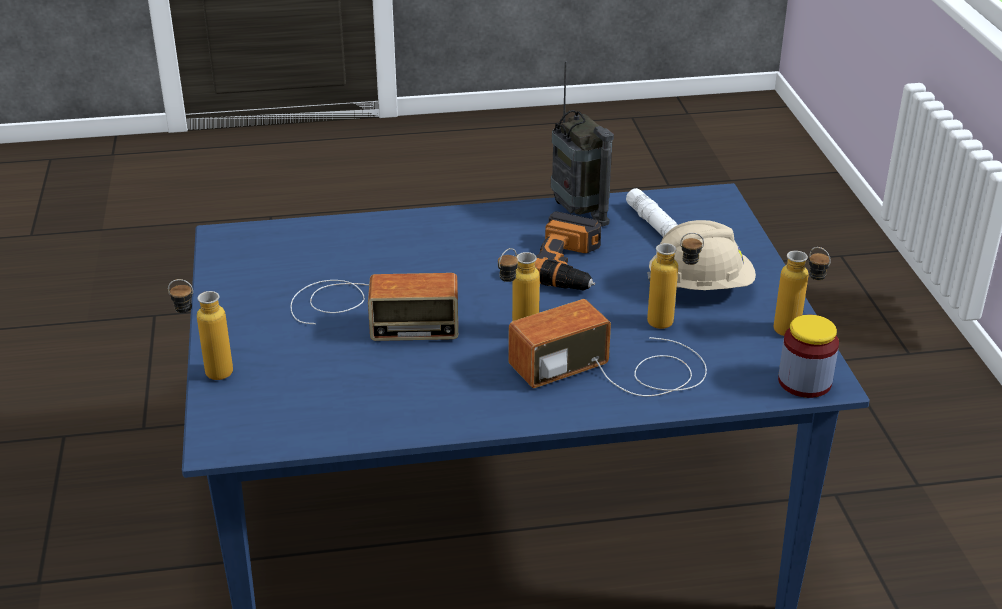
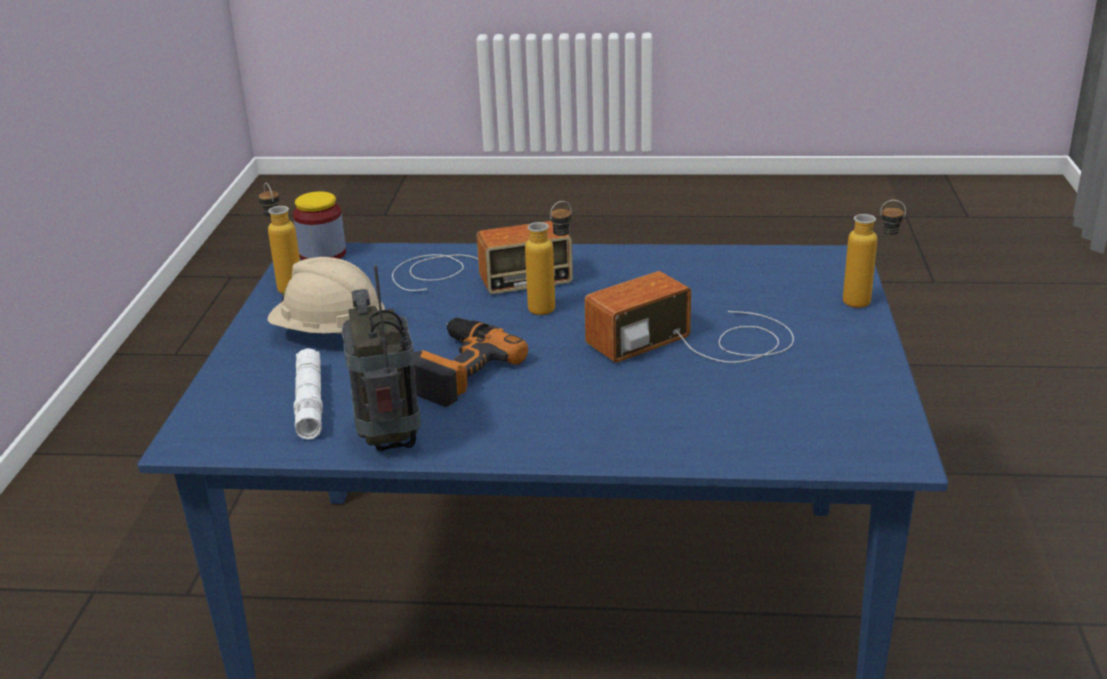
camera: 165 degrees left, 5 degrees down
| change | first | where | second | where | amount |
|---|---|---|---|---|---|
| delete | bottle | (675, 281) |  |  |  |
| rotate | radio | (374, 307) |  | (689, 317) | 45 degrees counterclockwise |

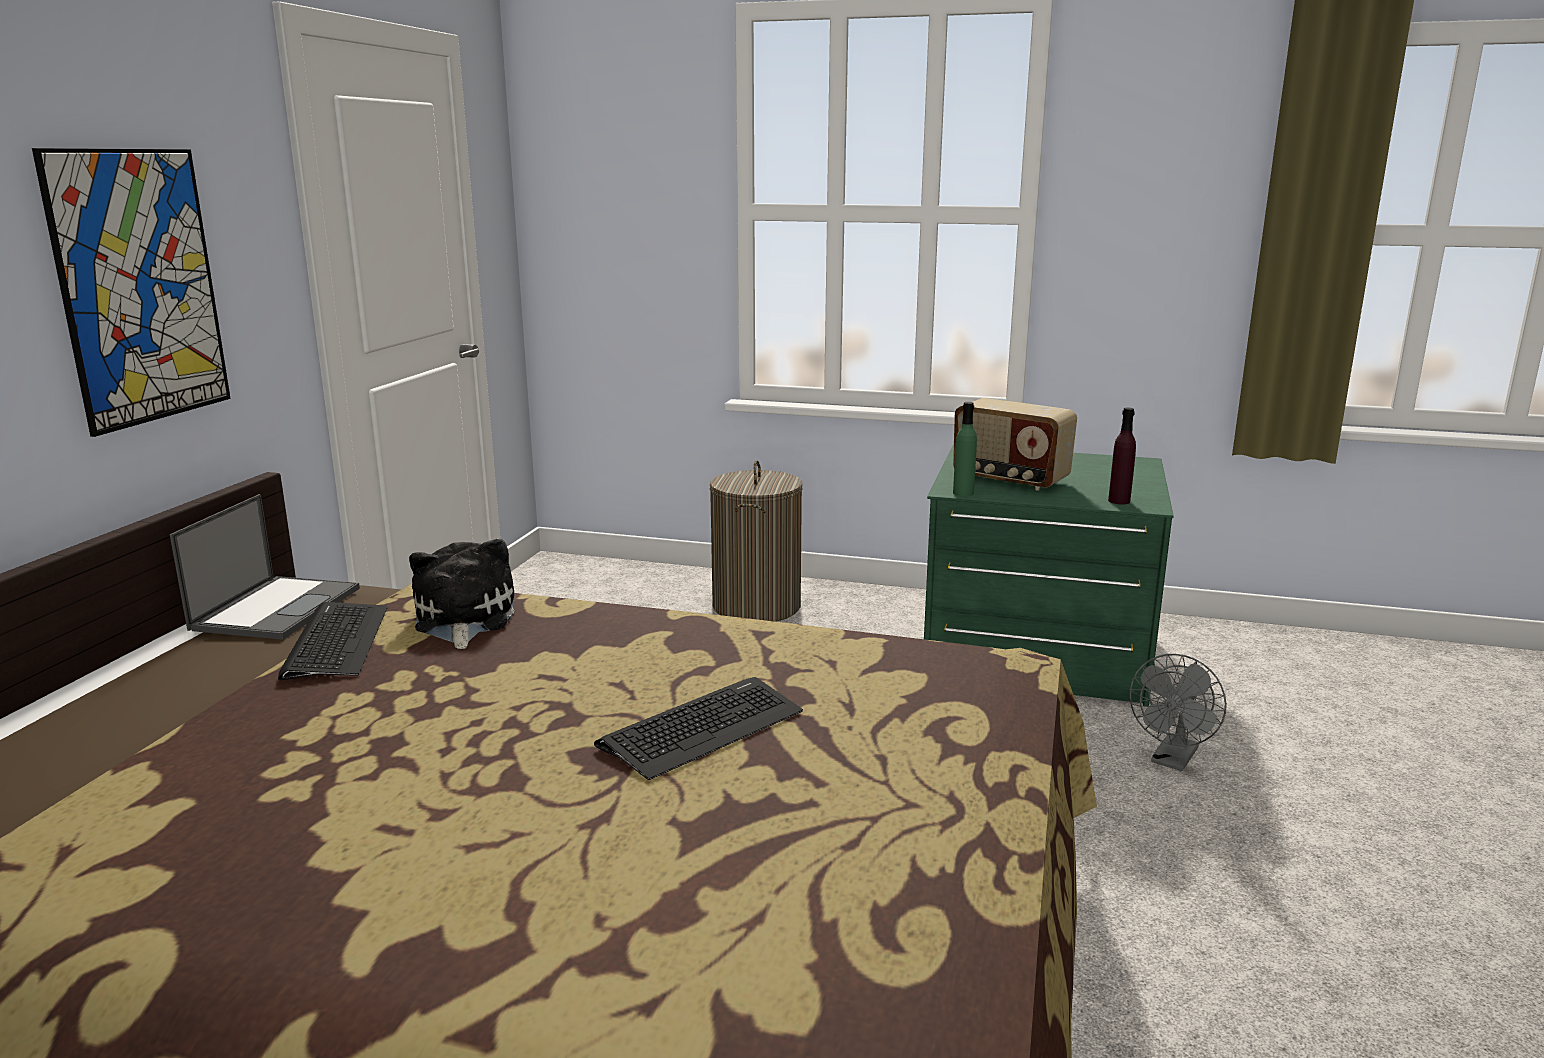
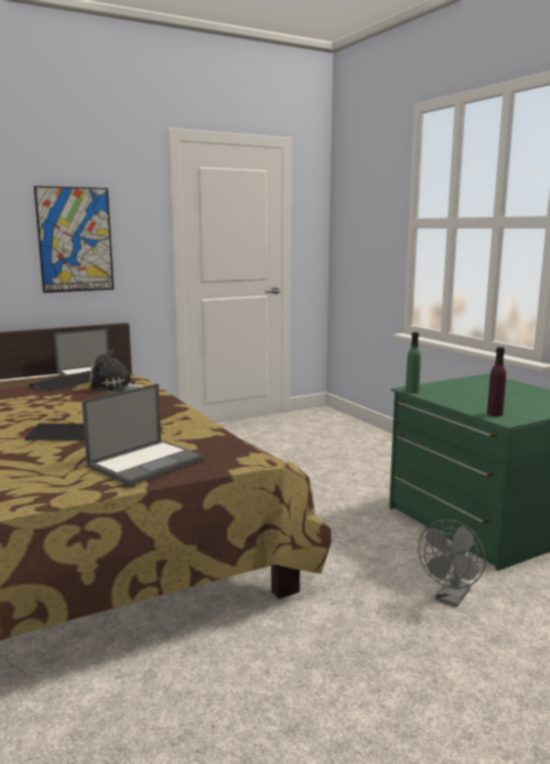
camera: 45 degrees right, 5 degrees down
| change | first | where | second | where | amount |
|---|---|---|---|---|---|
| delete | radio | (1015, 444) |  |  |  |
| delete | laundry basket | (756, 541) |  |  |  |
| rotate | plush toy | (462, 594) |  | (117, 371) | 120 degrees counterclockwise |
| rotate | grey fan | (1178, 712) |  | (452, 563) | 45 degrees counterclockwise |
| insert |  |  | laptop | (143, 435) |  |

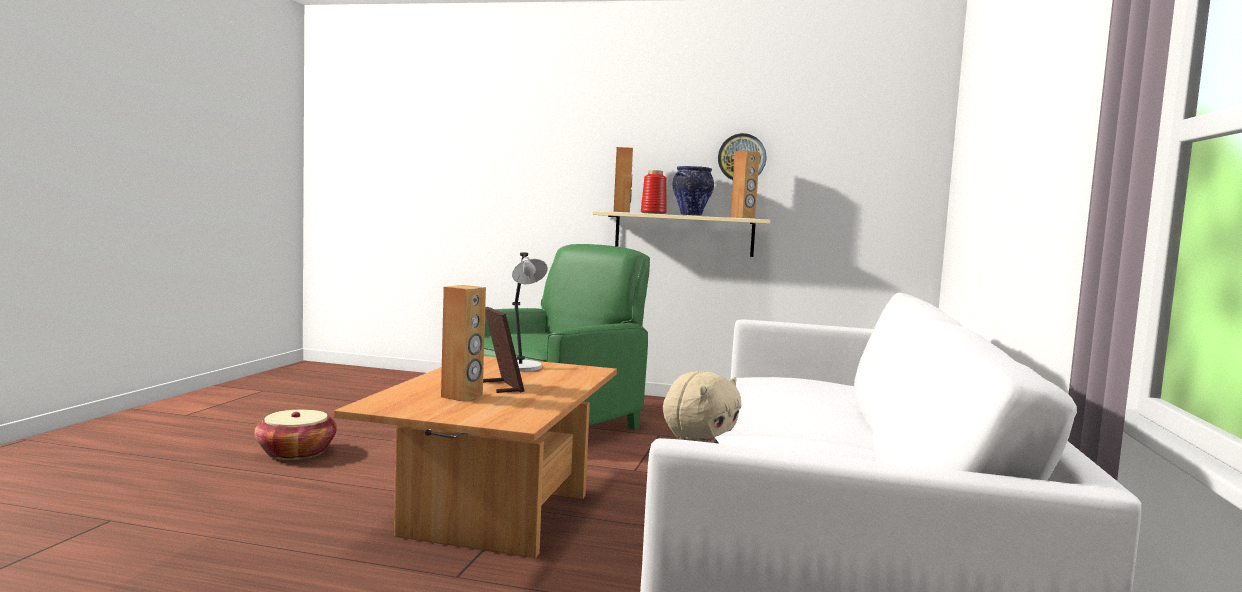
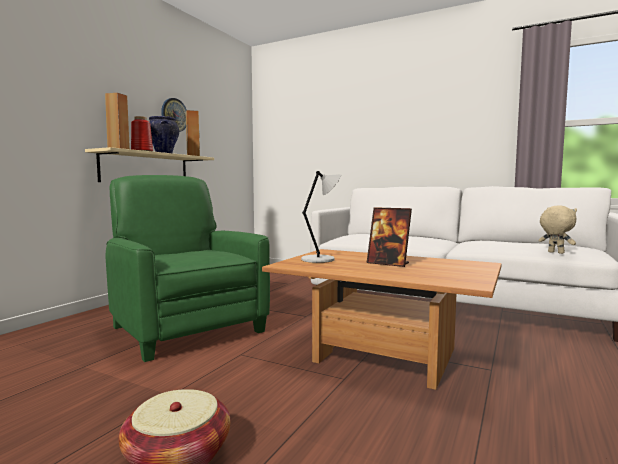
camera: 75 degrees left, 0 degrees up
| change | first | where | second | where | amount |
|---|---|---|---|---|---|
| delete | brown speaker | (463, 343) |  |  |  |
| rotate | picture frame | (503, 350) |  | (389, 237) | 135 degrees counterclockwise |

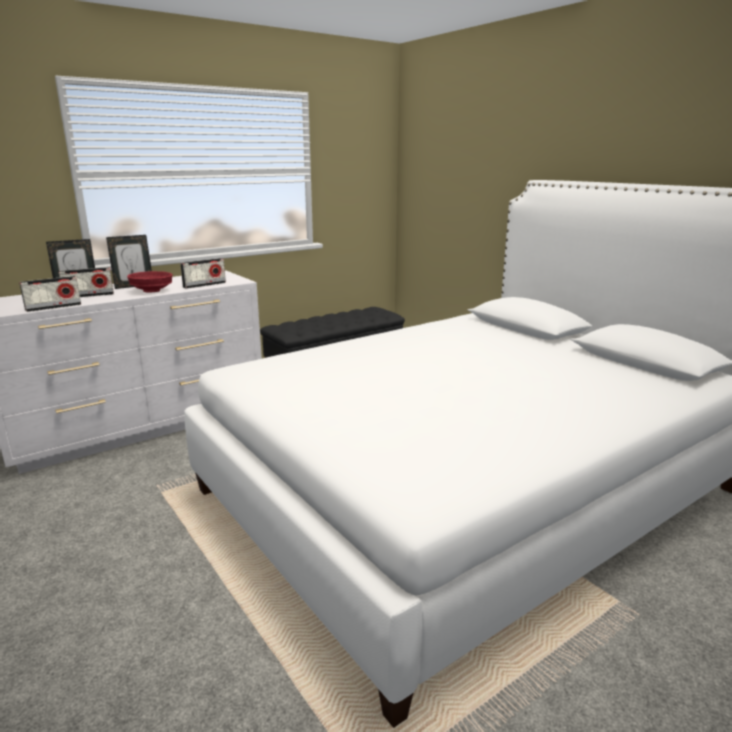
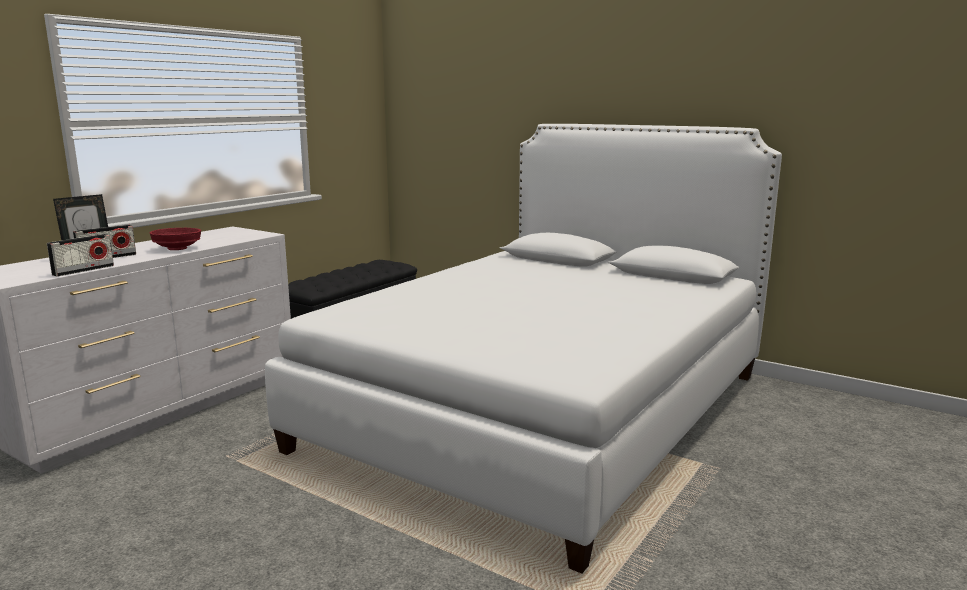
camera: 20 degrees left, 5 degrees down
| change | first | where | second | where | amount |
|---|---|---|---|---|---|
| delete | picture frame | (129, 262) |  |  |  |
| delete | radio | (203, 273) |  |  |  |

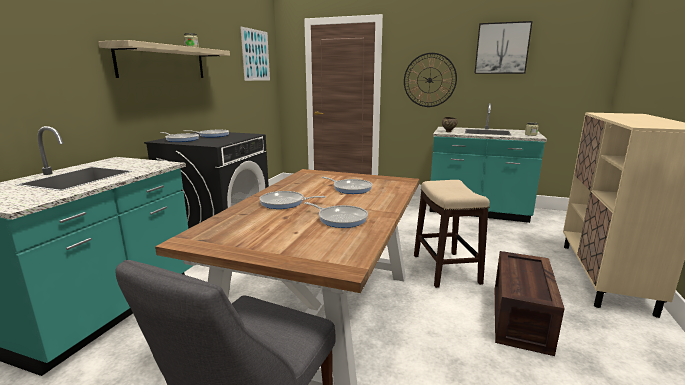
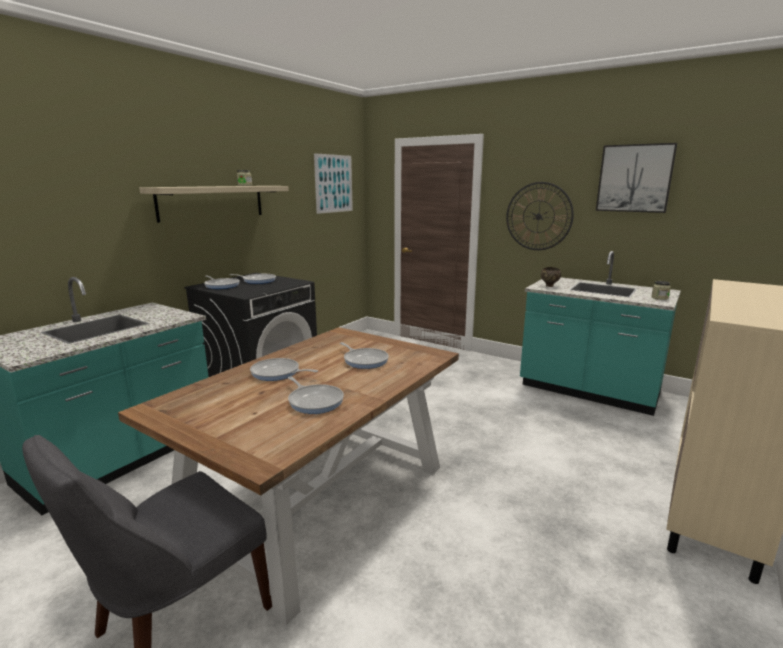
camera: 15 degrees right, 0 degrees up
| change | first | where | second | where | amount |
|---|---|---|---|---|---|
| delete | stool | (452, 234) |  |  |  |
| delete | crate | (530, 303) |  |  |  |

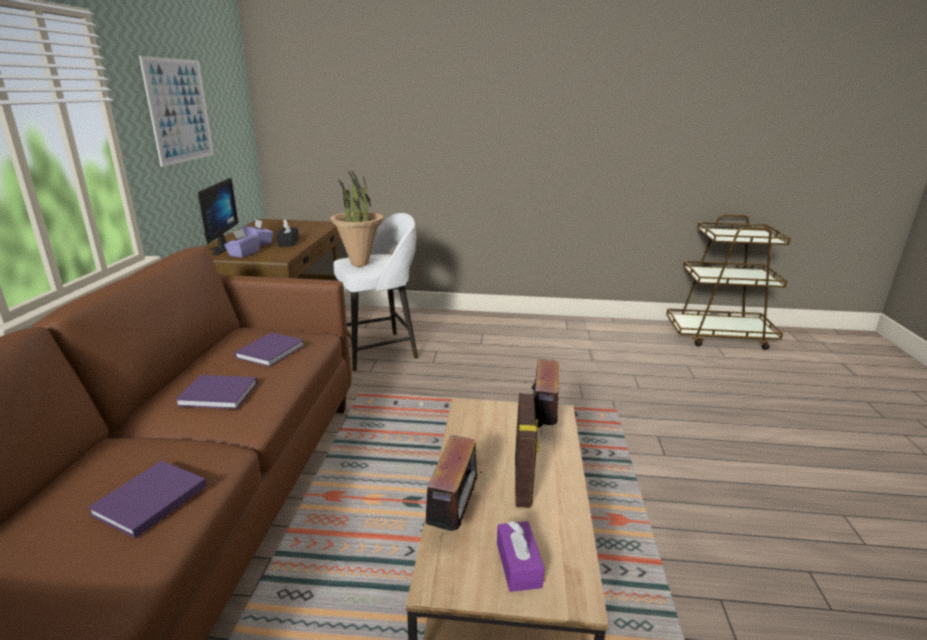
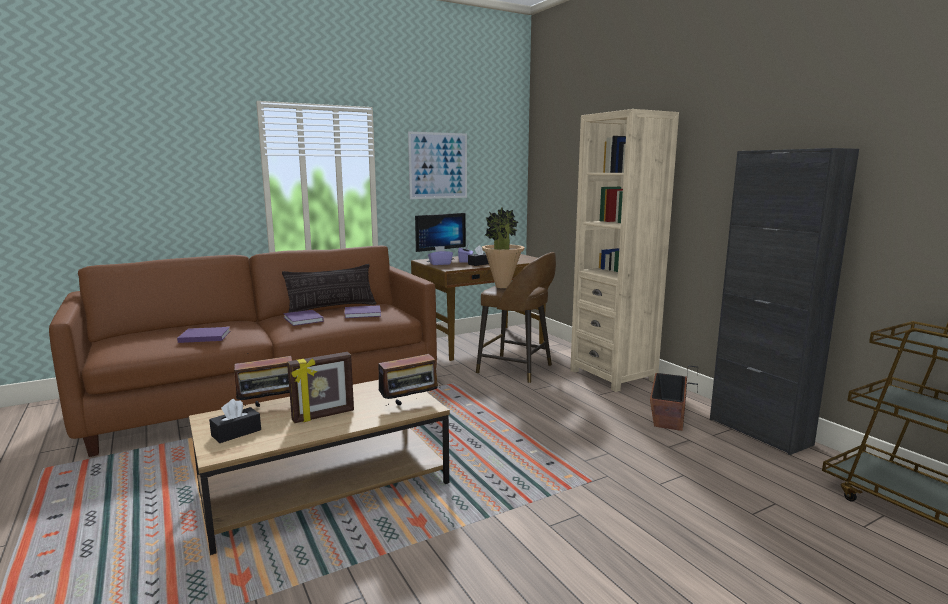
camera: 55 degrees right, 10 degrees down
| change | first | where | second | where | amount |
|---|---|---|---|---|---|
| recolor | white stool | (376, 292) | brown stool | (516, 317) |  |
| recolor | purple tissue box | (521, 556) | black tissue box | (235, 421) |  |
| insert |  |  | beige bookcase | (624, 250) |  |
| insert |  |  | black cabinet | (784, 301) |  |
| insert |  |  | pillow | (329, 288) |  |
| insert |  |  | planter | (674, 398) |  |

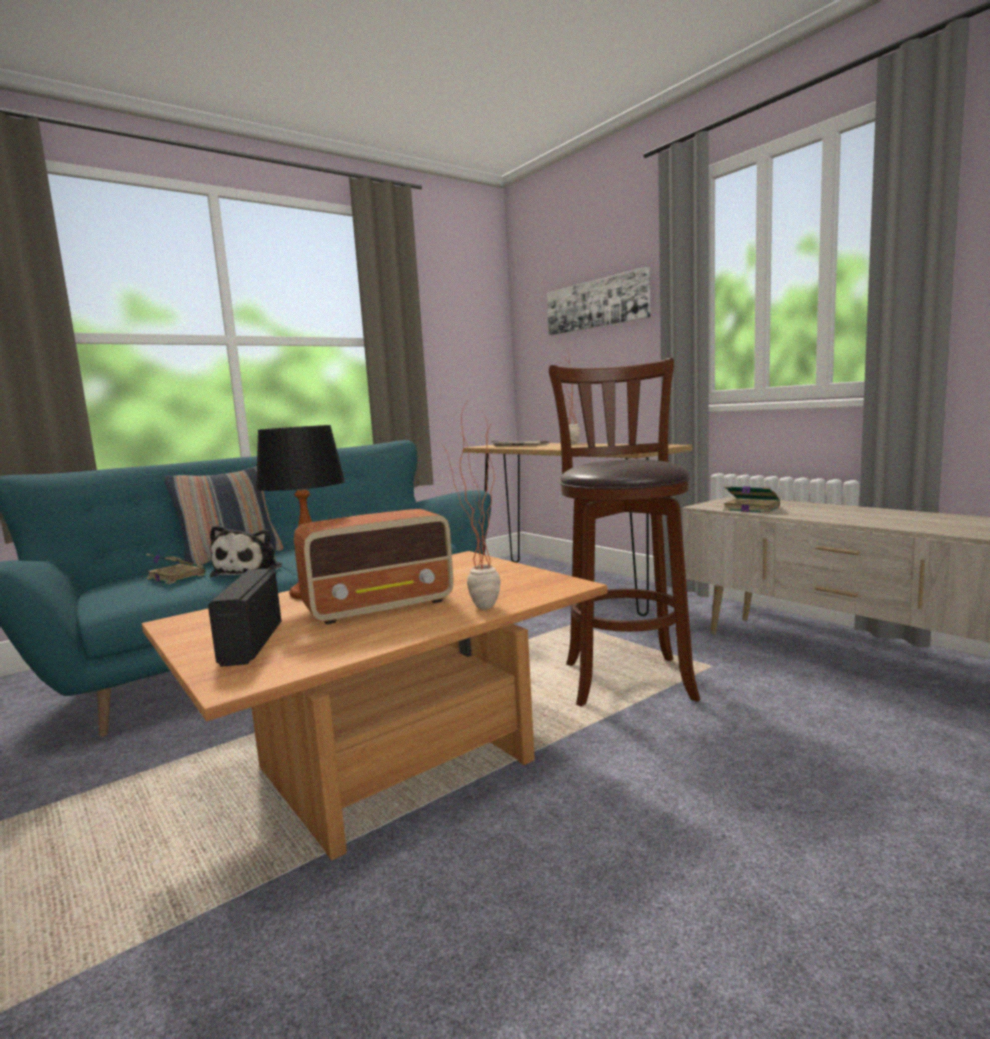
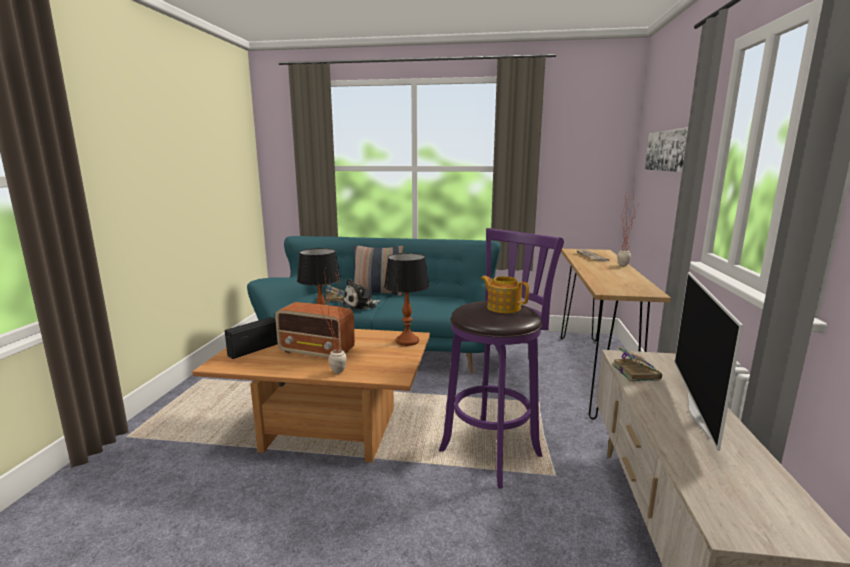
camera: 45 degrees right, 5 degrees up
| change | first | where | second | where | amount |
|---|---|---|---|---|---|
| recolor | brown stool | (625, 532) | purple stool | (501, 358) |  |
| insert |  |  | table lamp | (407, 299) |  |
| insert |  |  | television | (708, 361) |  |
| insert |  |  | teapot | (505, 294) |  |

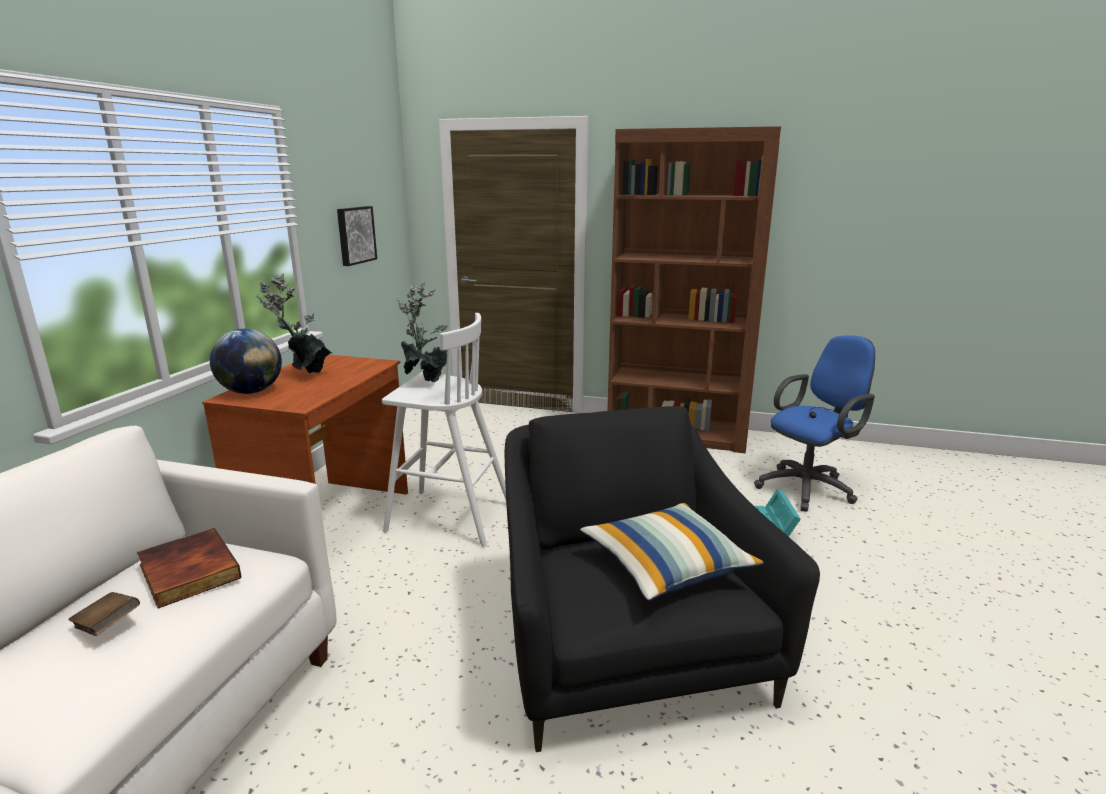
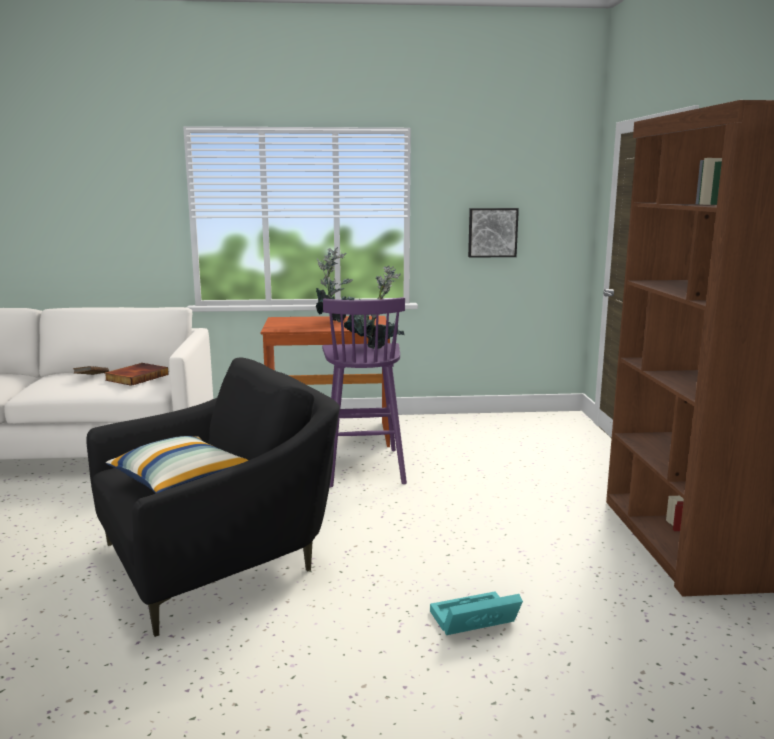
camera: 70 degrees right, 5 degrees down
| change | first | where | second | where | amount |
|---|---|---|---|---|---|
| recolor | white stool | (444, 429) | purple stool | (364, 392) |  |
| delete | globe | (246, 361) |  |  |  |
| delete | blue office chair | (814, 424) |  |  |  |

